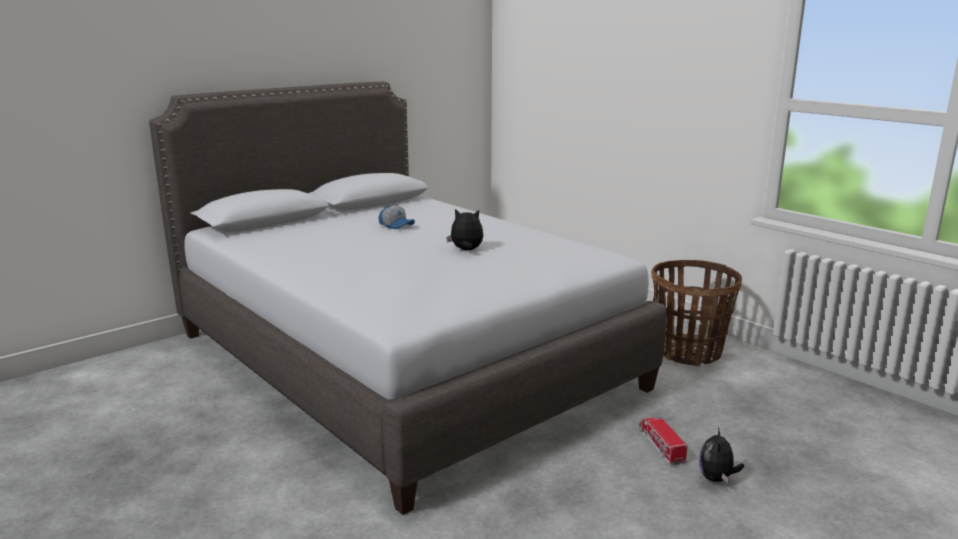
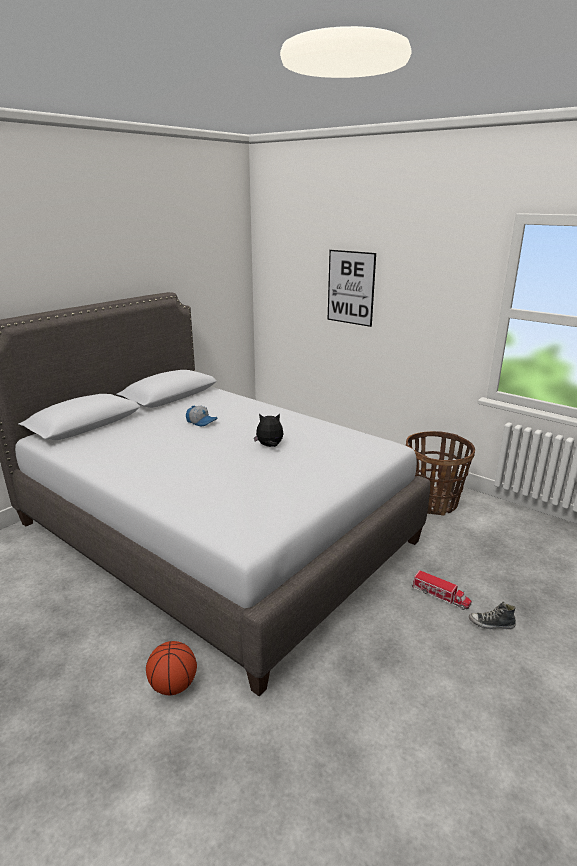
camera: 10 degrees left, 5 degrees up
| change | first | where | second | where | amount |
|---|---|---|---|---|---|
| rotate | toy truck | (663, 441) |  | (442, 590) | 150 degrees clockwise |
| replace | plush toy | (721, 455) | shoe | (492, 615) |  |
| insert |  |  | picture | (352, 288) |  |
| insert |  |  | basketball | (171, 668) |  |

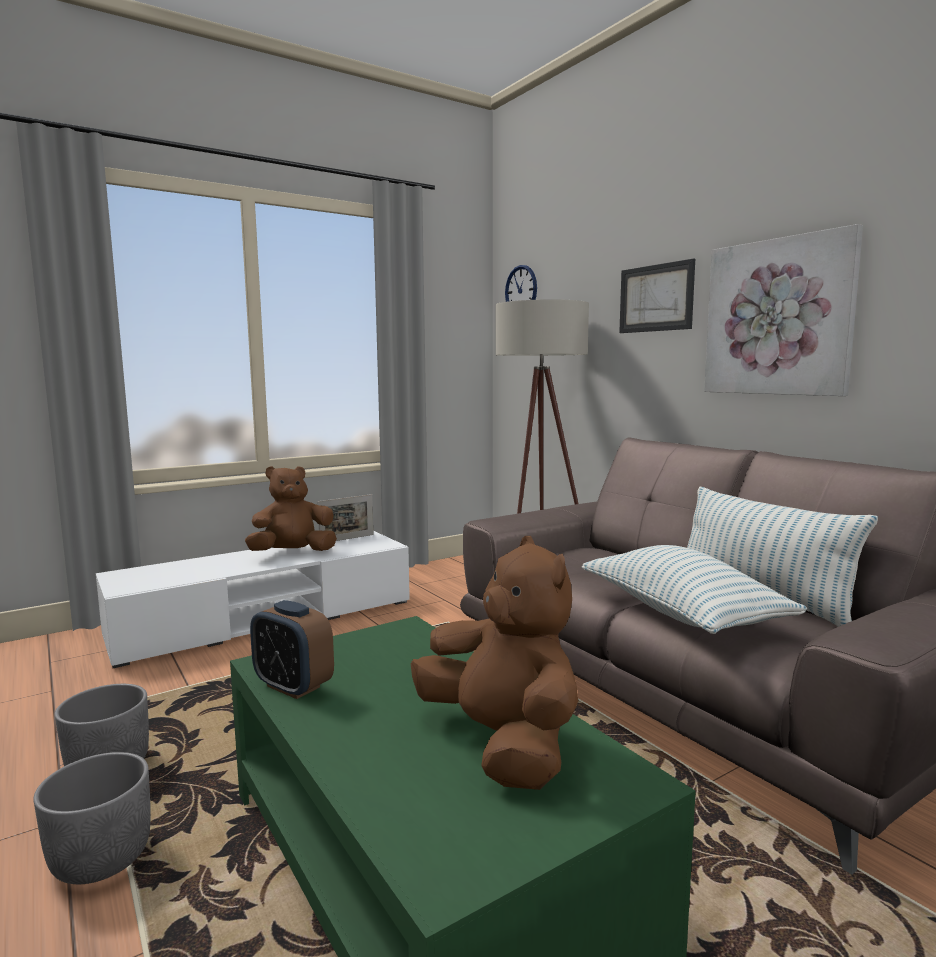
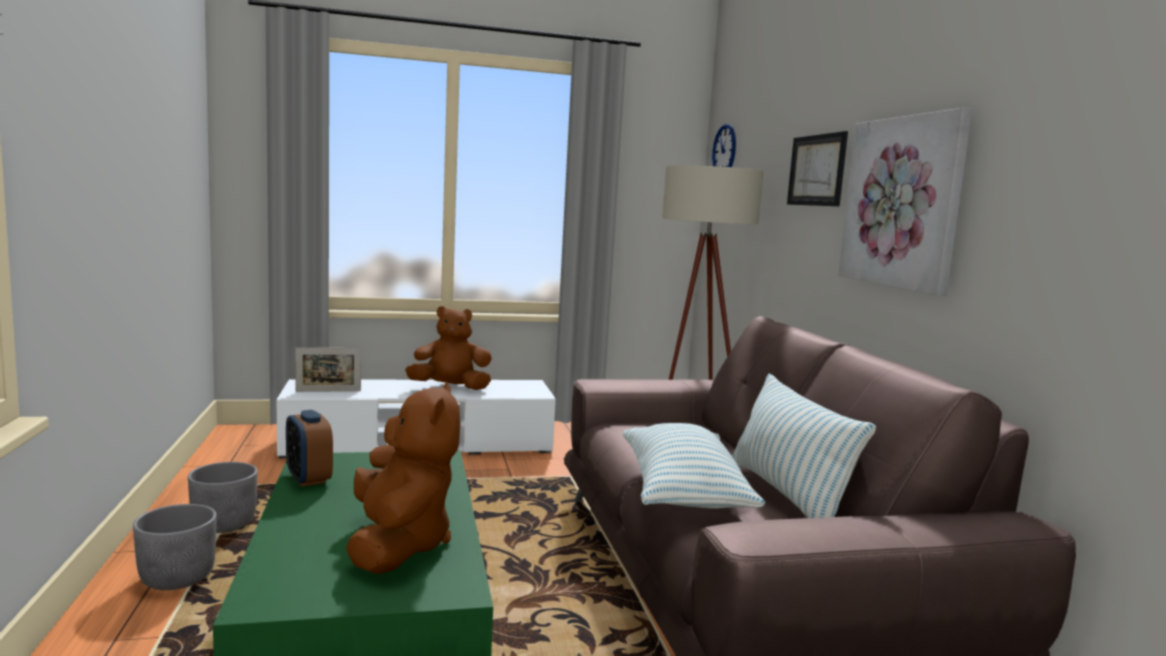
camera: 20 degrees right, 0 degrees up
| change | first | where | second | where | amount |
|---|---|---|---|---|---|
| move | picture frame | (345, 517) |  | (328, 370) |  |

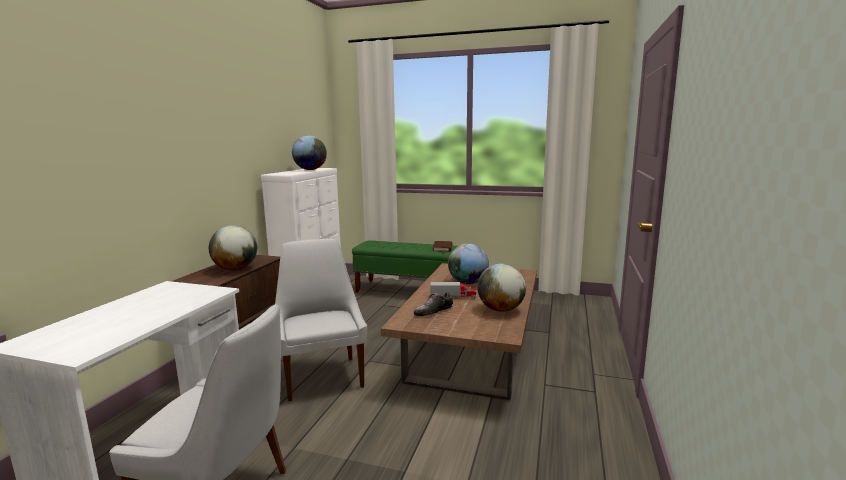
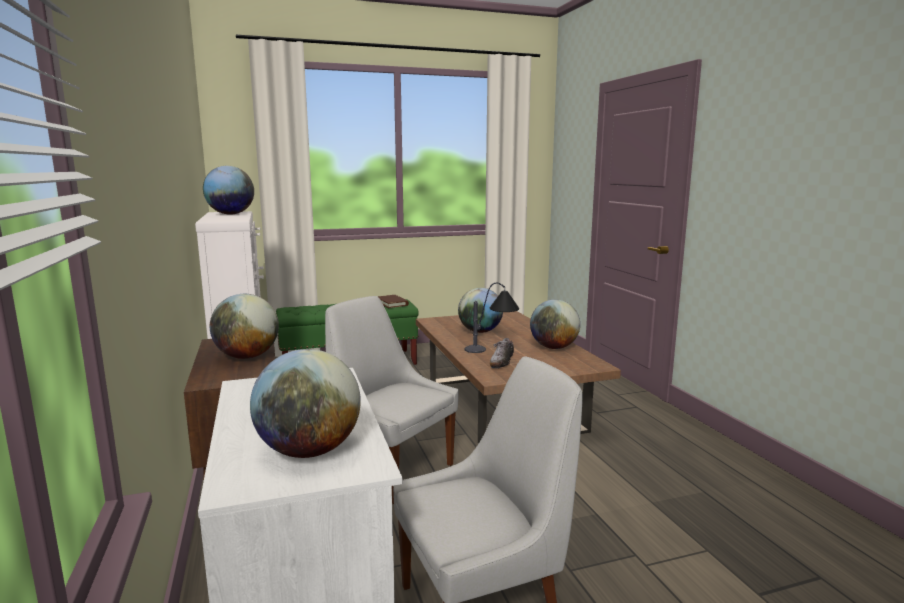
camera: 35 degrees left, 0 degrees up
| change | first | where | second | where | amount |
|---|---|---|---|---|---|
| replace | toy truck | (454, 290) | table lamp | (491, 317) |  |
| insert |  |  | globe | (305, 403) |  |

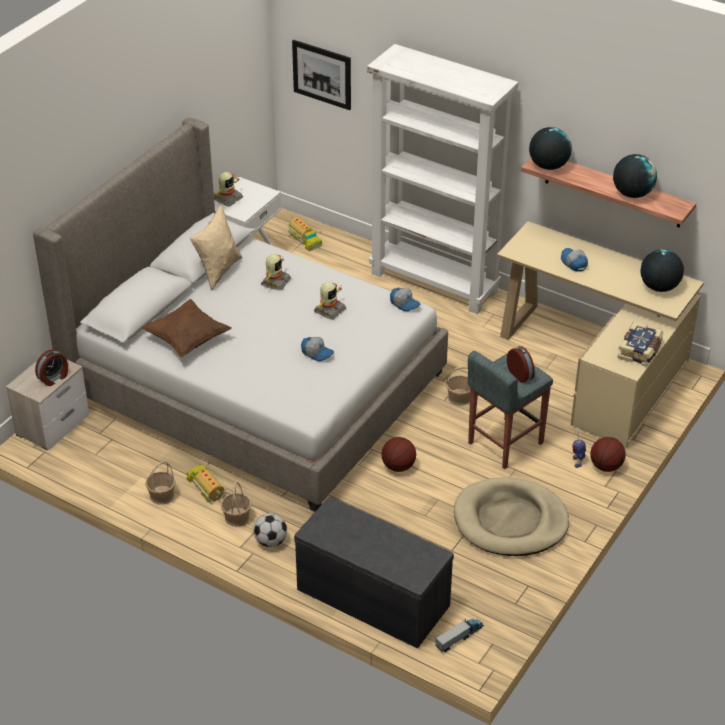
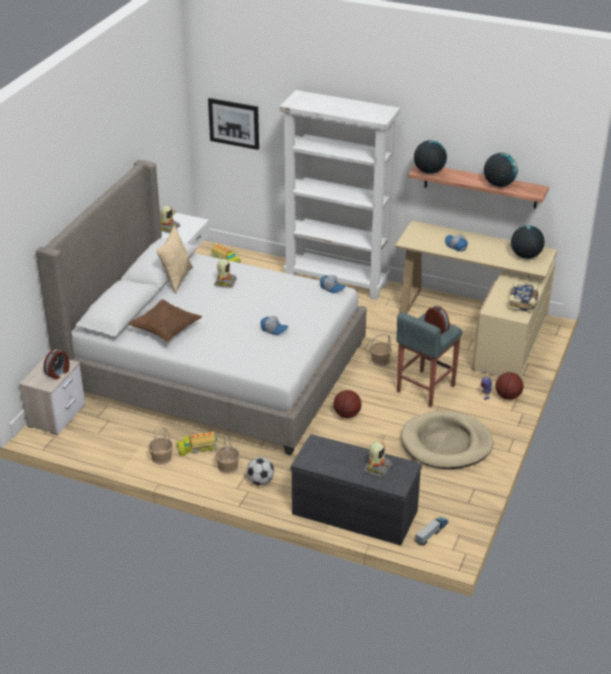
camera: 10 degrees left, 5 degrees down
| change | first | where | second | where | amount |
|---|---|---|---|---|---|
| move | toy robot | (330, 301) |  | (377, 459) |  |
| rotate | toy truck | (206, 484) |  | (198, 443) | 60 degrees counterclockwise |

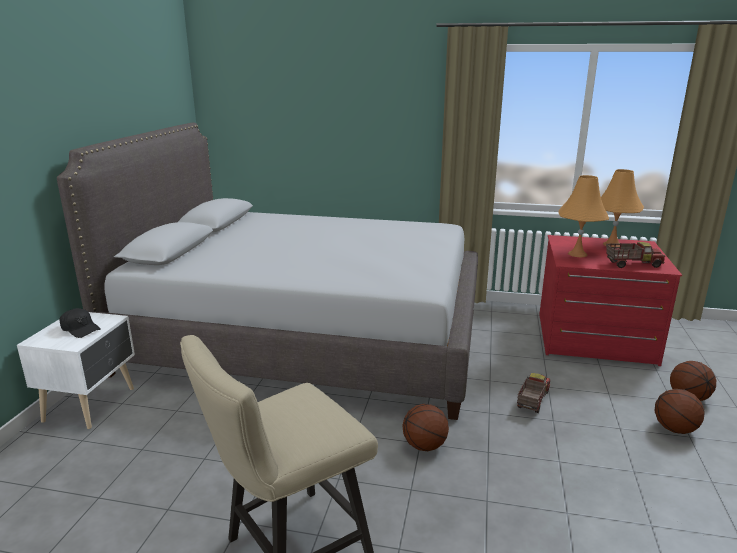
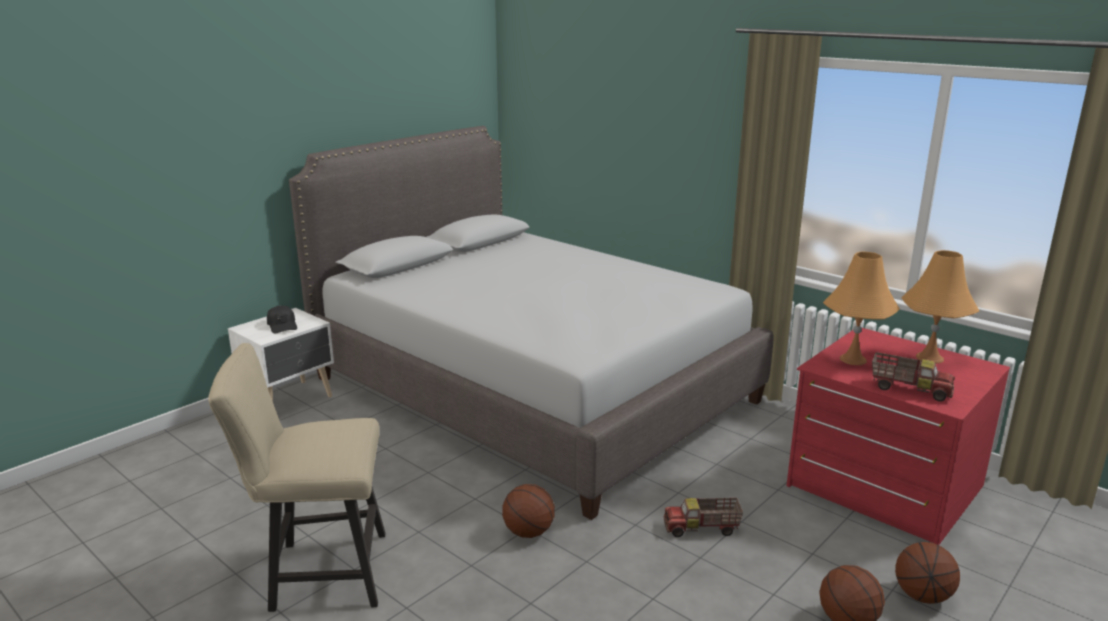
camera: 30 degrees right, 0 degrees up
| change | first | where | second | where | amount |
|---|---|---|---|---|---|
| rotate | toy truck | (533, 393) |  | (703, 517) | 150 degrees counterclockwise |

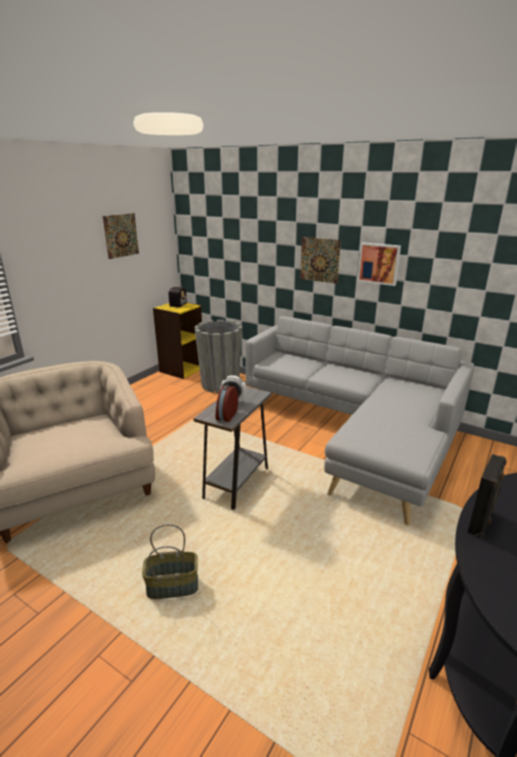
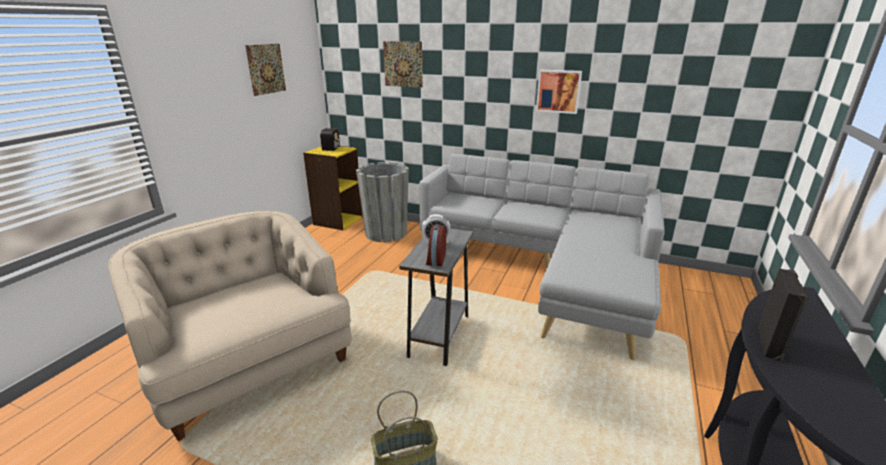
camera: 10 degrees left, 0 degrees up
| change | first | where | second | where | amount |
|---|---|---|---|---|---|
| move | picture | (320, 260) |  | (403, 64) |  |

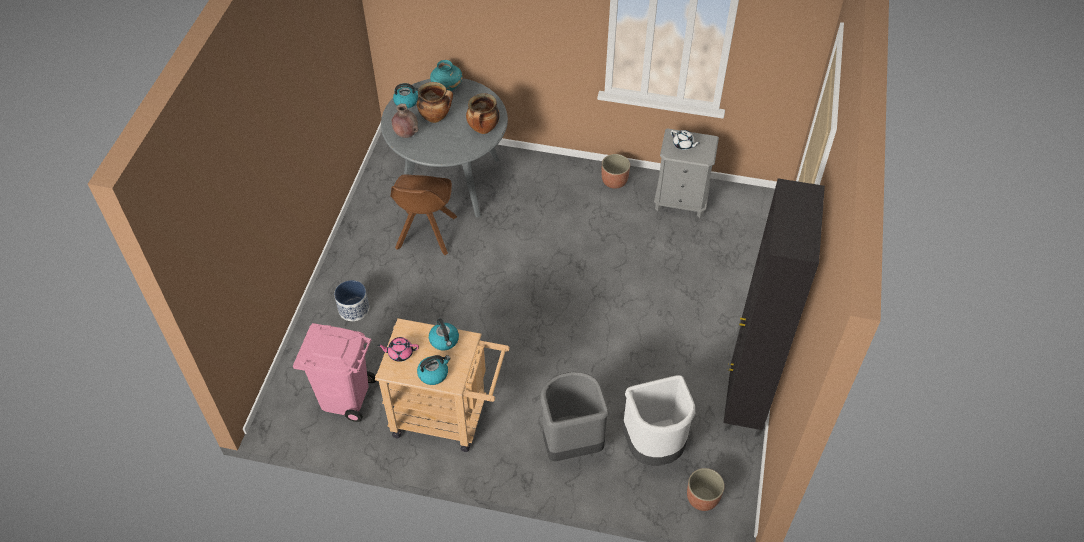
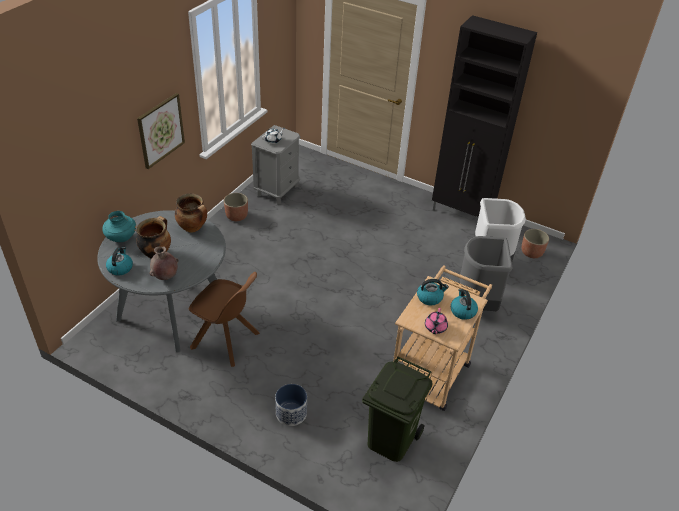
camera: 75 degrees left, 10 degrees down
| change | first | where | second | where | amount |
|---|---|---|---|---|---|
| recolor | pink trash can | (334, 372) | green trash can | (397, 409) |  |
| insert |  |  | picture | (161, 131) |  |

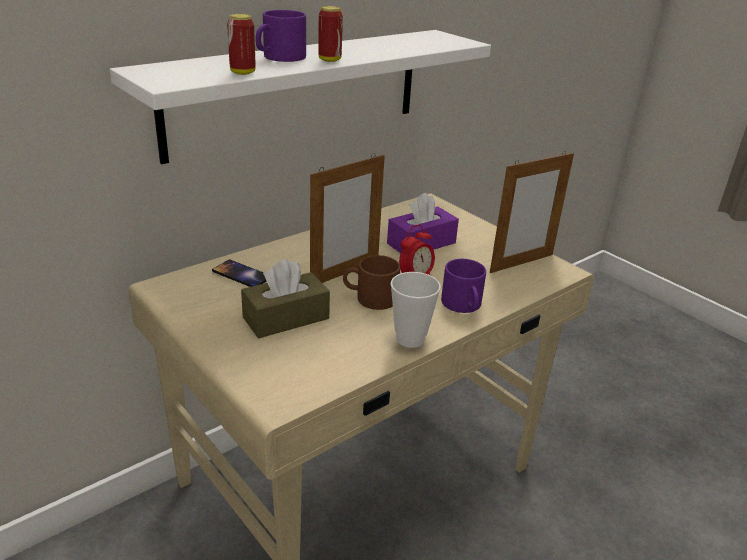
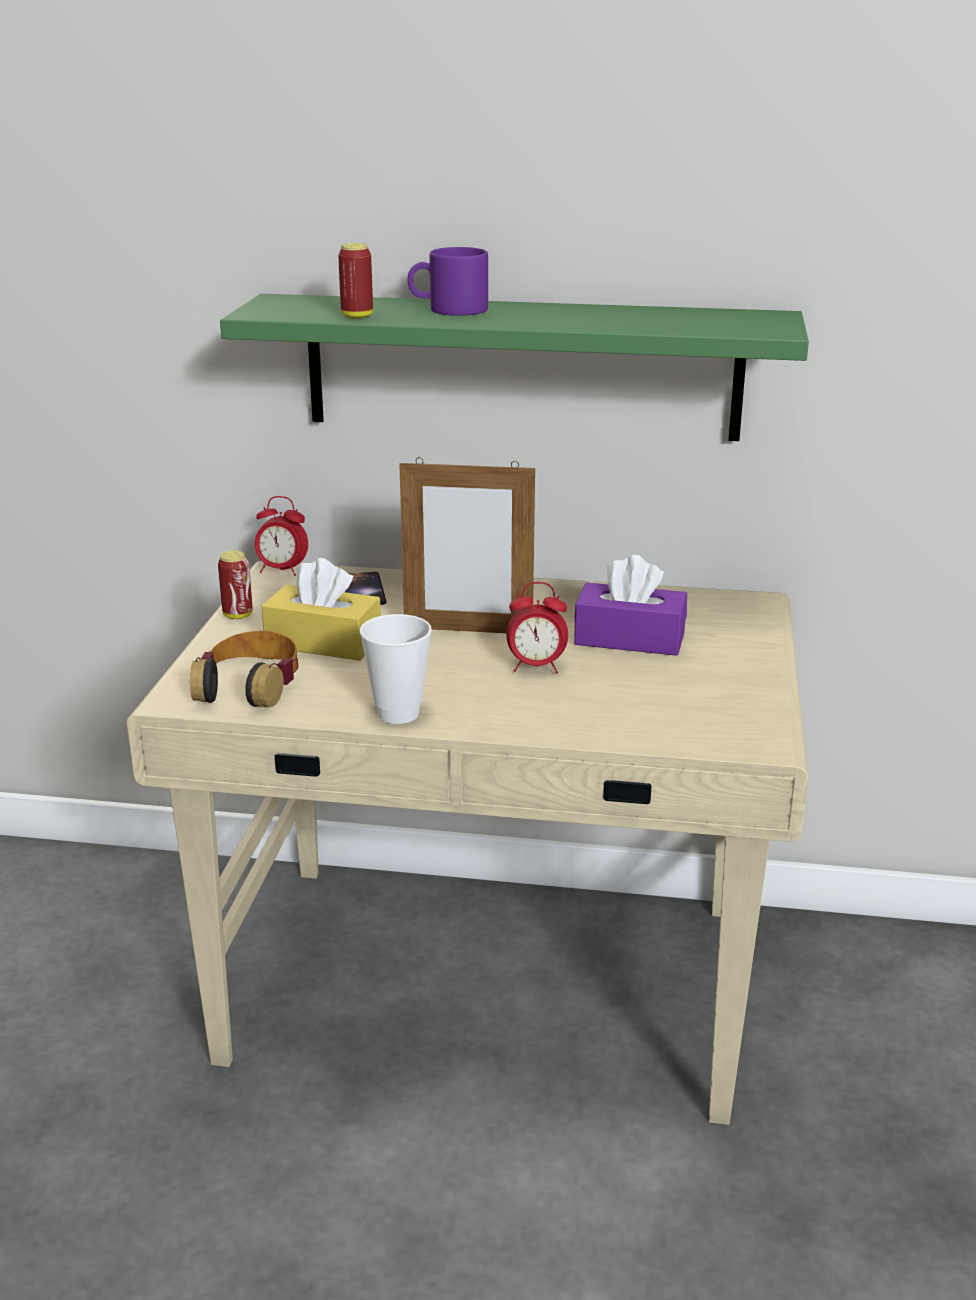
camera: 50 degrees right, 5 degrees down
| change | first | where | second | where | amount |
|---|---|---|---|---|---|
| move | can | (330, 34) |  | (235, 585) |  |
| recolor | white shelf | (300, 97) | green shelf | (514, 367) |  |
| delete | picture frame | (532, 212) |  |  |  |
| delete | brown mug | (371, 282) |  |  |  |
| recolor | brown tissue box | (285, 298) | yellow tissue box | (321, 609) |  |
| delete | purple mug | (463, 286) |  |  |  |
| insert |  |  | alarm clock | (281, 536) |  |
| insert |  |  | headphones | (244, 669) |  |

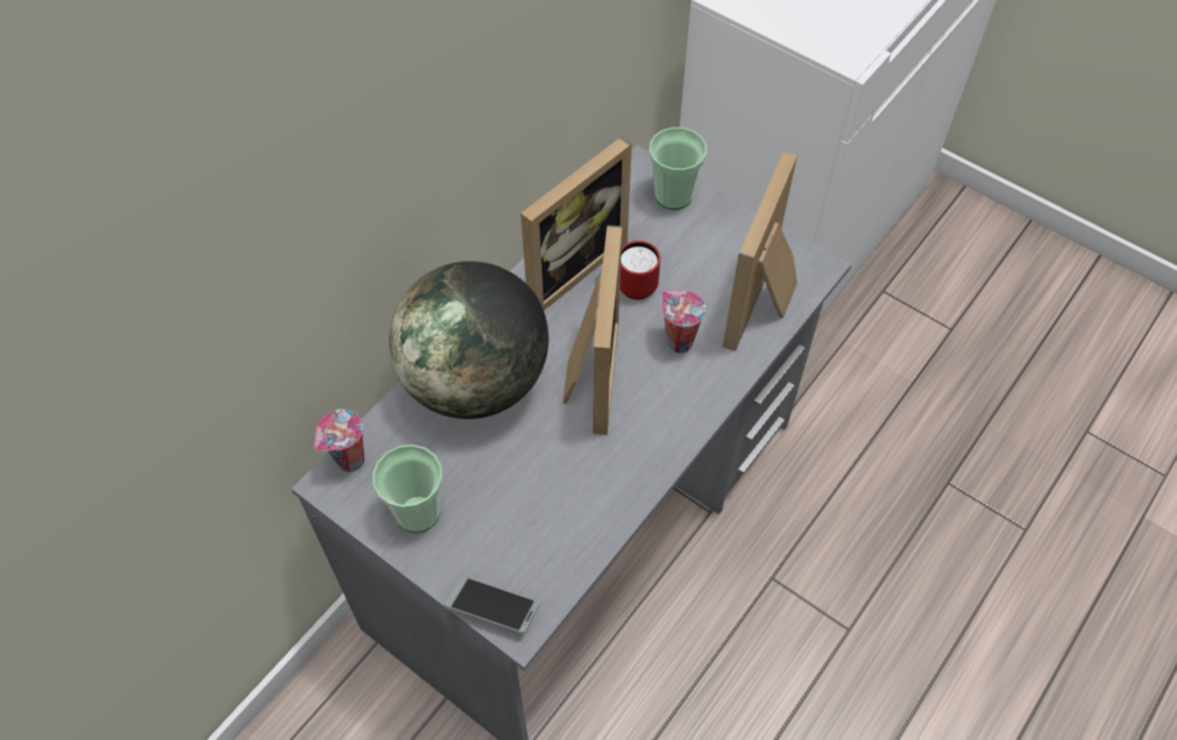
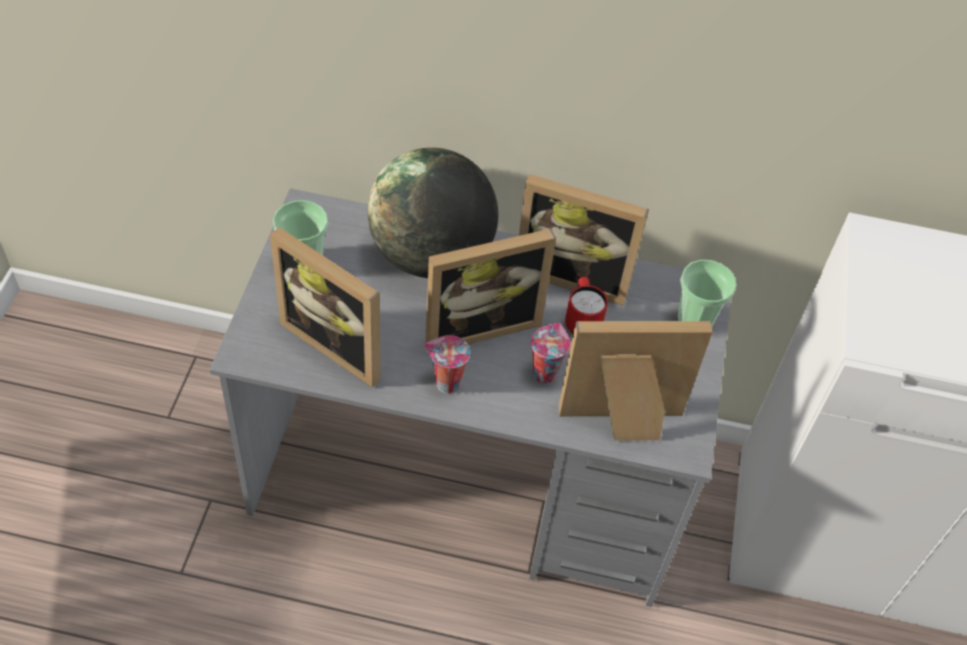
camera: 60 degrees right, 5 degrees down
| change | first | where | second | where | amount |
|---|---|---|---|---|---|
| move | cup | (339, 440) |  | (447, 364) |  |
| delete | phone | (491, 605) |  |  |  |
| insert |  |  | picture frame | (325, 307) |  |

